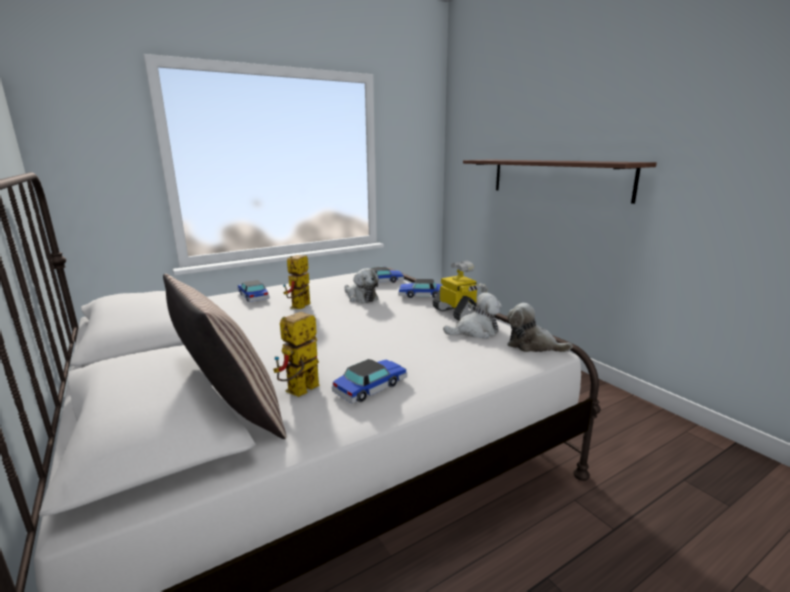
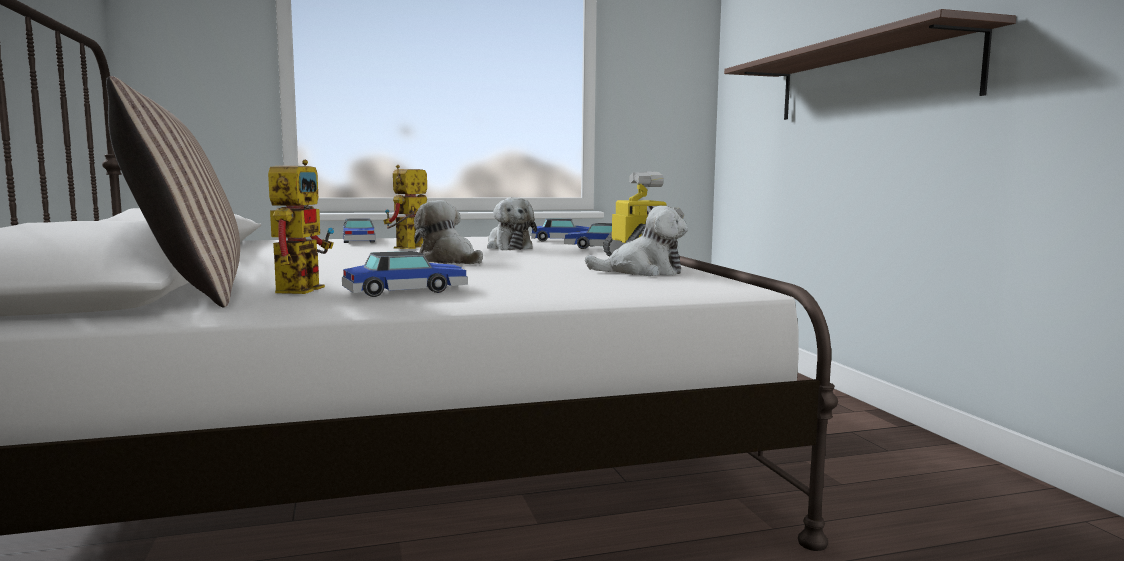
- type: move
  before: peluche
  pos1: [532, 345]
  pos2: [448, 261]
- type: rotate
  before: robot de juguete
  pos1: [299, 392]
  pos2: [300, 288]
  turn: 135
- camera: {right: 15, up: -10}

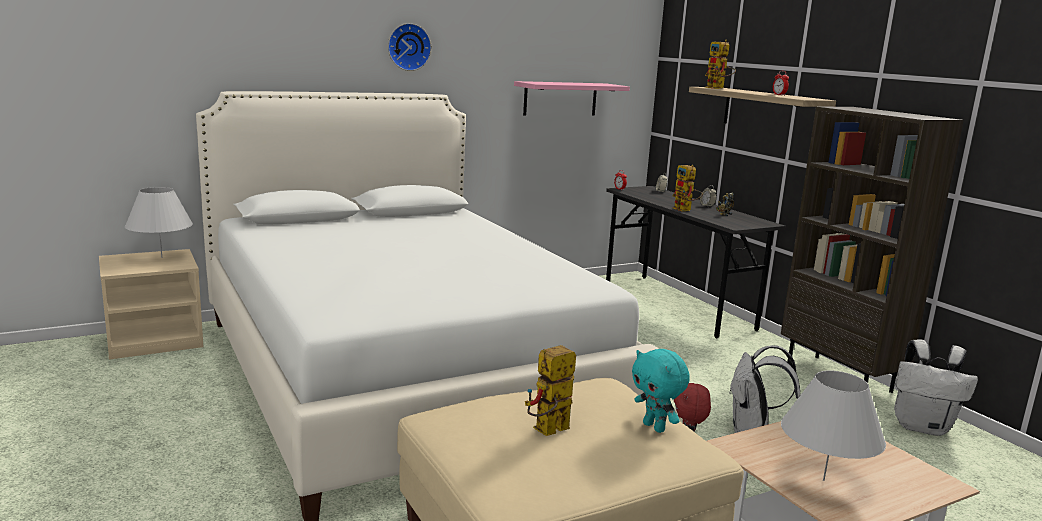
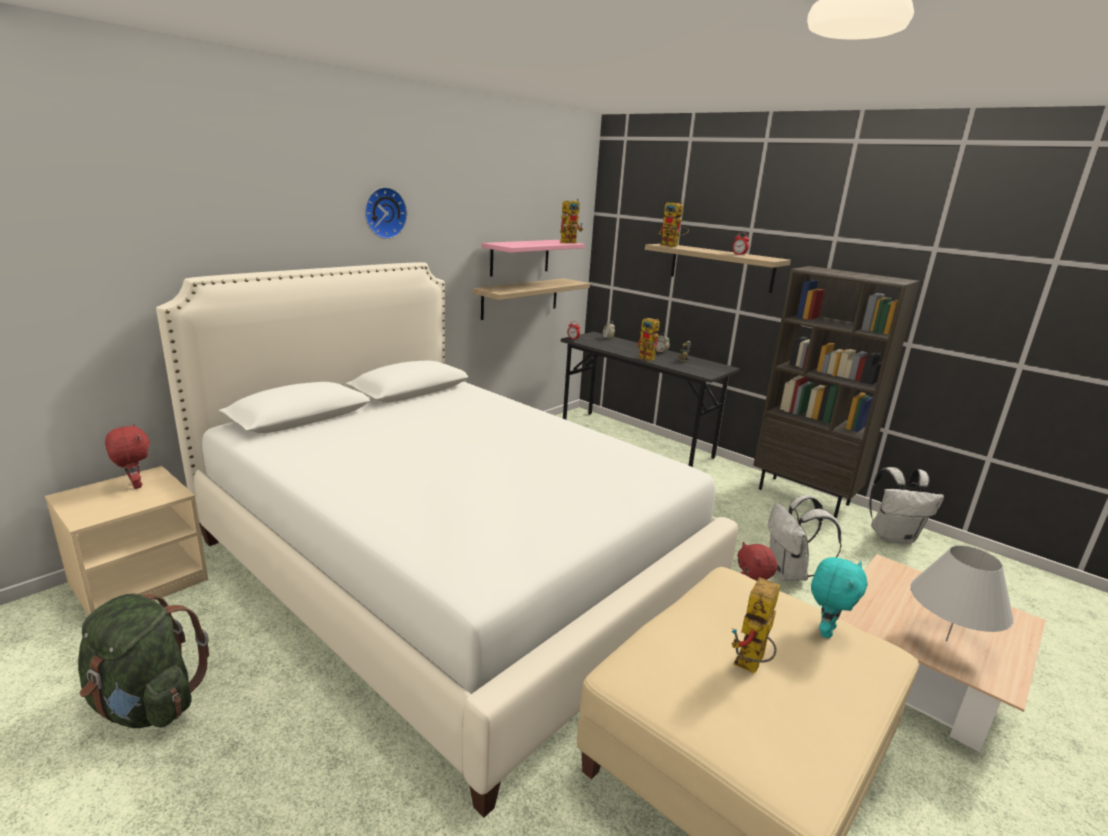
- type: insert
  after: mochila (verde)
  pos2: [147, 705]
- type: insert
  after: estante
  pos2: [520, 298]
- type: insert
  after: robot de juguete
  pos2: [570, 242]
- type: replace
  before: lámpara de mesa (blanco)
  after: peluche (rojo)
  pos1: [161, 257]
  pos2: [135, 485]
- type: rotate
  before: peluche (turquesa)
  pos1: [655, 427]
  pos2: [825, 630]
  turn: -90
- camera: {right: -20, up: 5}

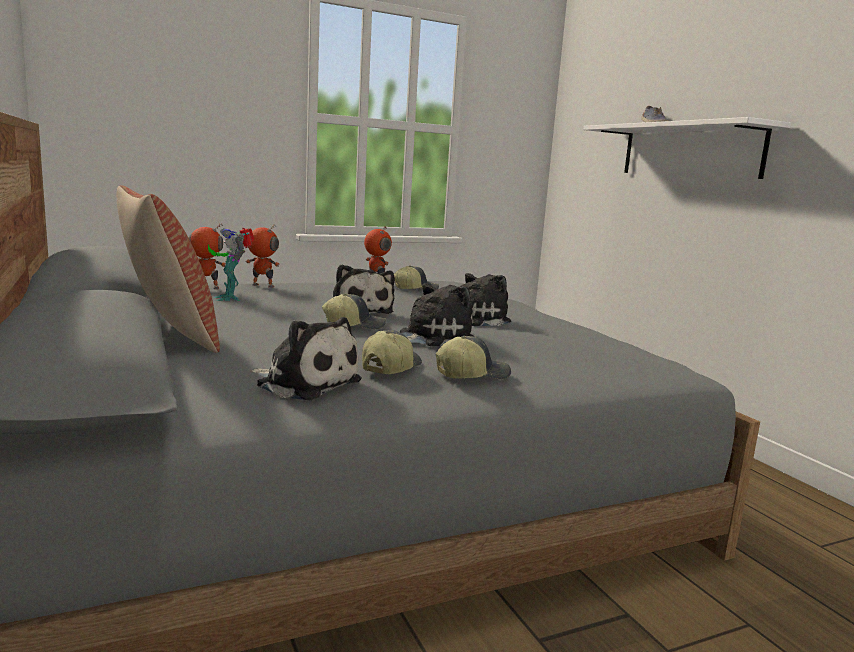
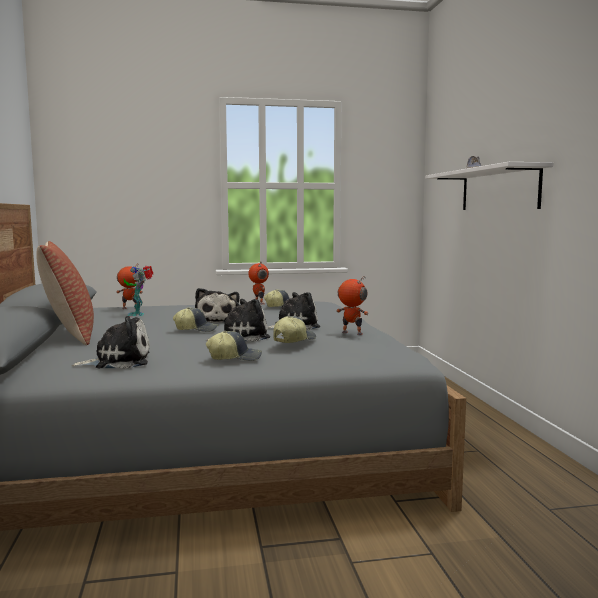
- type: move
  before: robot de juguete
  pos1: [262, 286]
  pos2: [351, 333]
- type: move
  before: gorra
  pos1: [390, 367]
  pos2: [293, 340]
- type: rotate
  before: peluche
  pos1: [305, 383]
  pos2: [118, 361]
  turn: -60
- camera: {right: 15, up: -5}

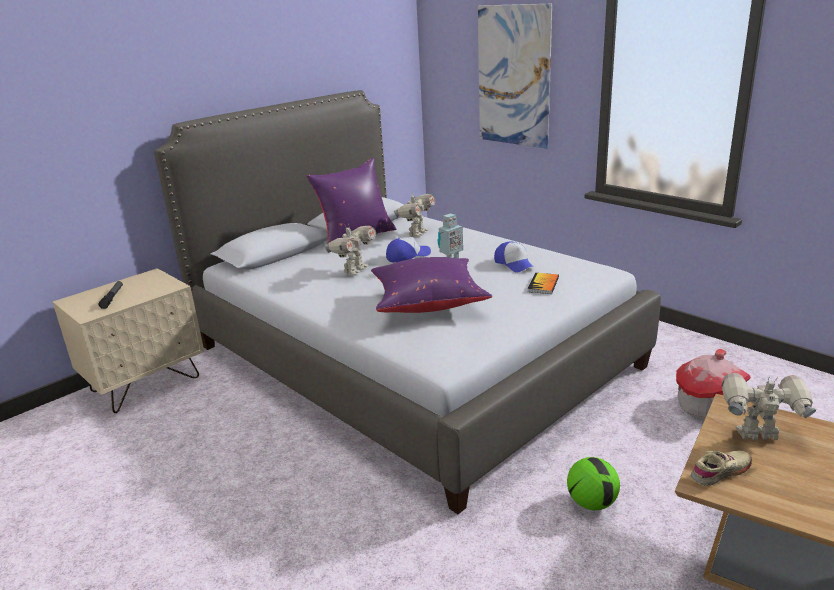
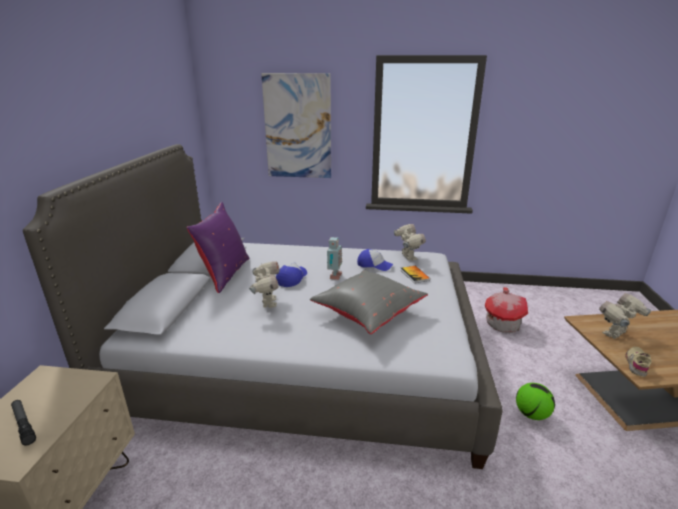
- type: move
  before: robot de juguete
  pos1: [416, 233]
  pos2: [408, 257]
- type: recolor
  before: cojín (morado)
  after: cojín (gris)
  pos1: [427, 303]
  pos2: [367, 313]
- camera: {right: -40, up: 0}

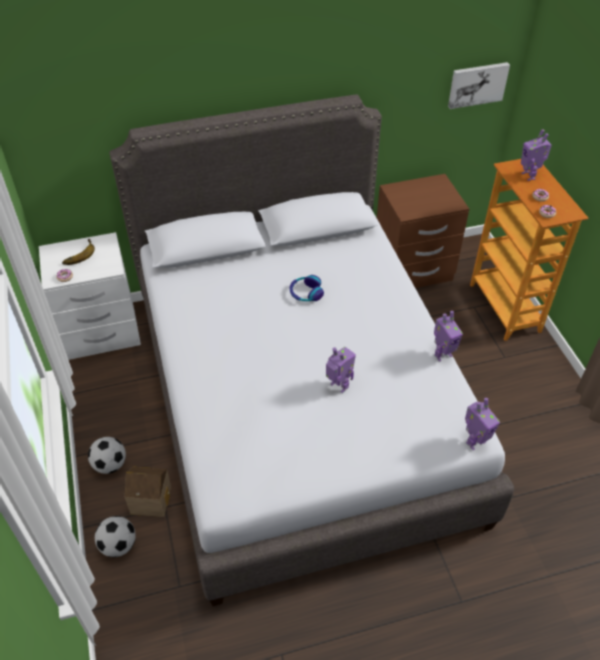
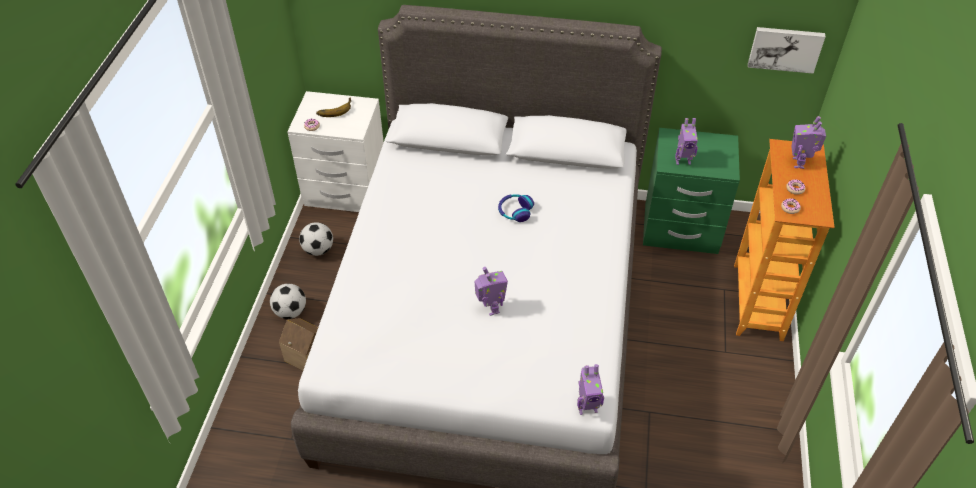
- type: move
  before: balón de fútbol
  pos1: [118, 545]
  pos2: [318, 250]
- type: move
  before: robot de juguete
  pos1: [442, 354]
  pos2: [682, 160]
- type: recolor
  before: mesita de noche (marrón)
  after: mesita de noche (verde)
  pos1: [412, 270]
  pos2: [680, 230]
- camera: {right: 25, up: 0}

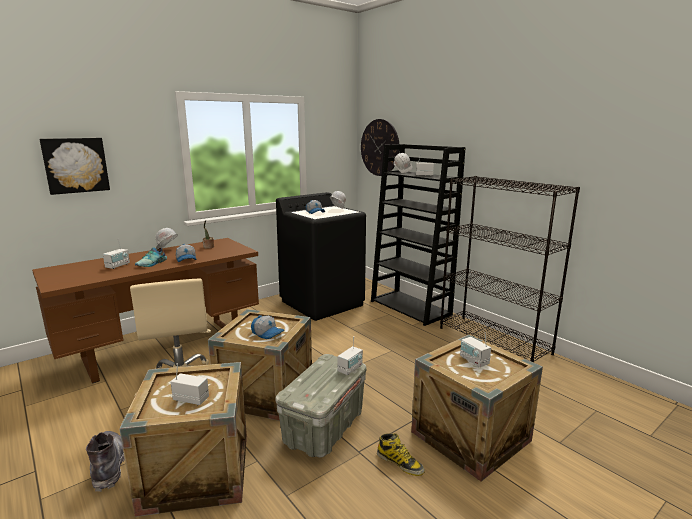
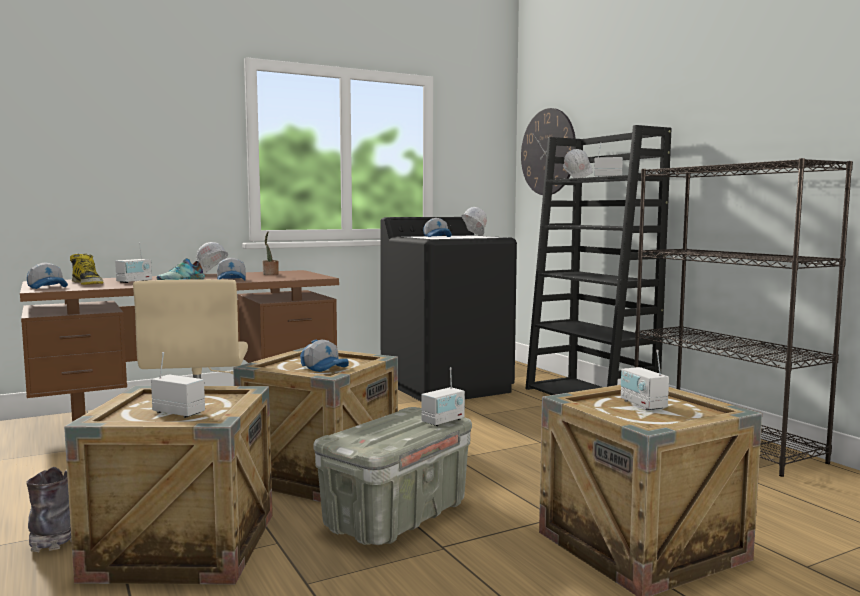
- type: delete
  before: cuadro
  pos1: [75, 165]
- type: insert
  after: gorra
  pos2: [48, 287]
- type: move
  before: bota
  pos1: [400, 463]
  pos2: [87, 283]
- camera: {right: 10, up: -10}

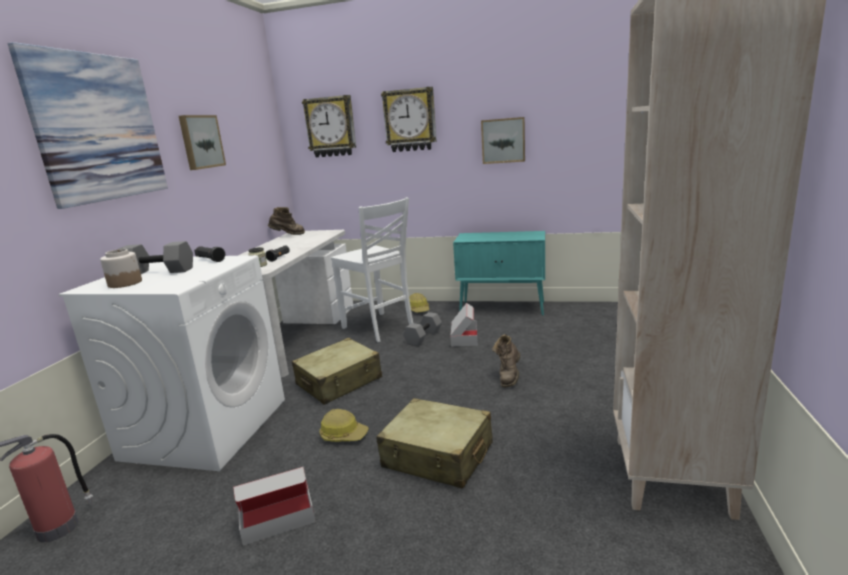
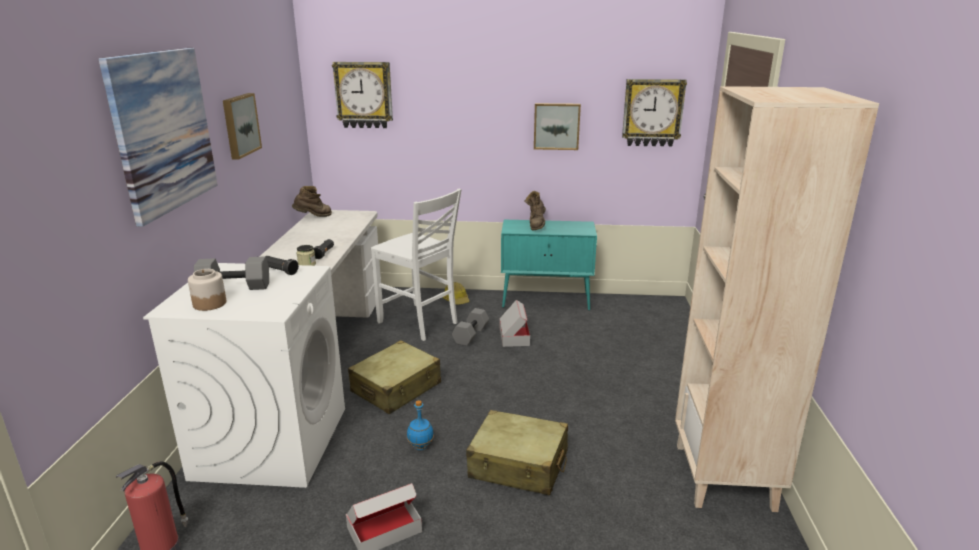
- type: move
  before: reloj de pared
  pos1: [410, 120]
  pos2: [652, 112]
- type: move
  before: bota (marrón)
  pos1: [509, 377]
  pos2: [536, 225]
- type: replace
  before: casco
  after: botella (azul)
  pos1: [343, 435]
  pos2: [420, 446]
- camera: {right: -10, up: 5}

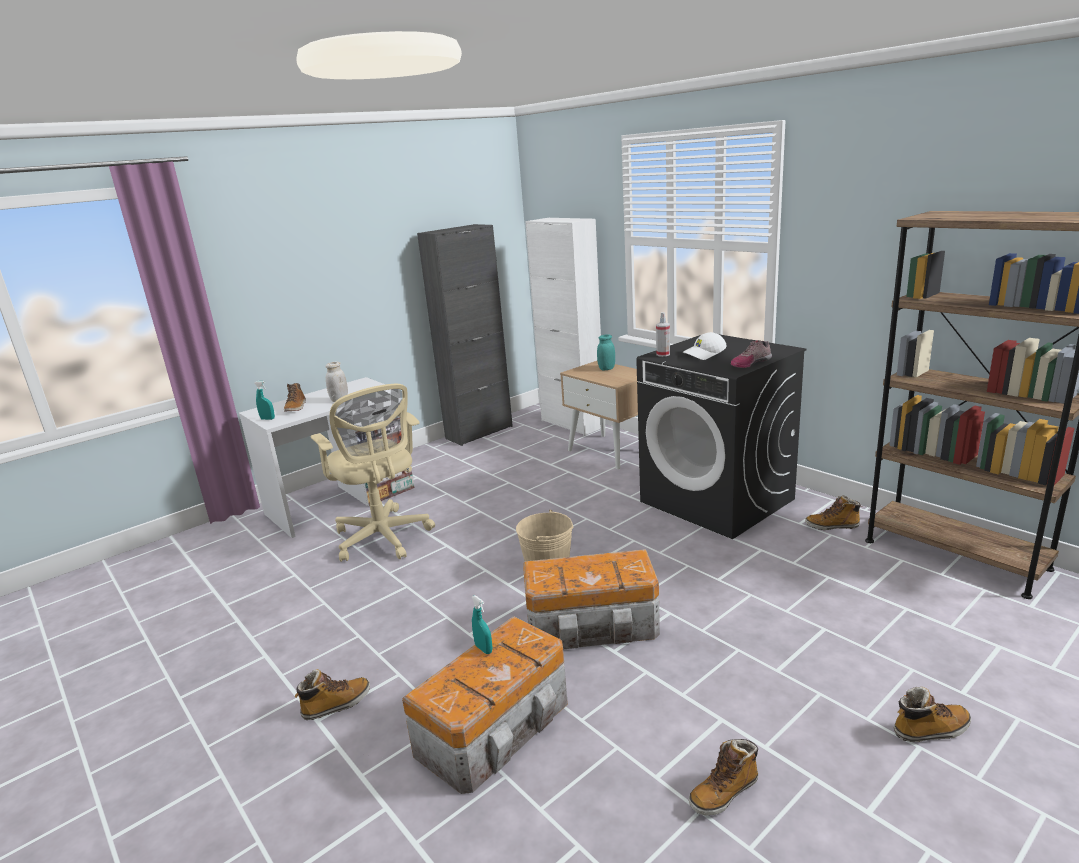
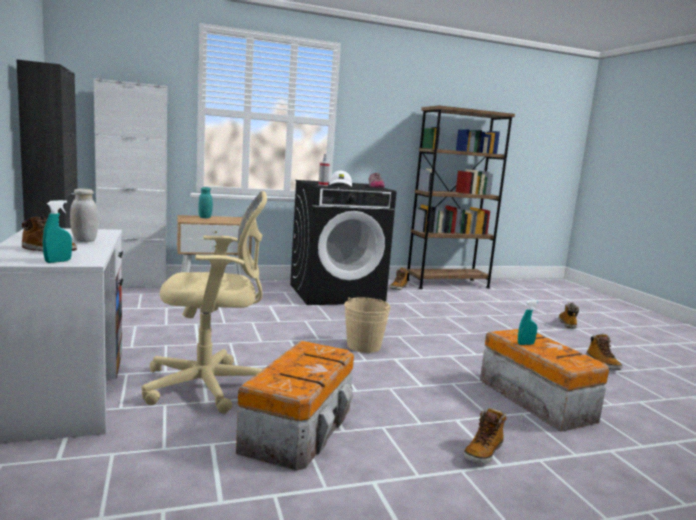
- type: move
  before: caja de almacenaje
  pos1: [593, 625]
  pos2: [300, 428]
- type: rotate
  before: bota
  pos1: [336, 705]
  pos2: [483, 452]
  turn: -135
- camera: {right: -70, up: -10}

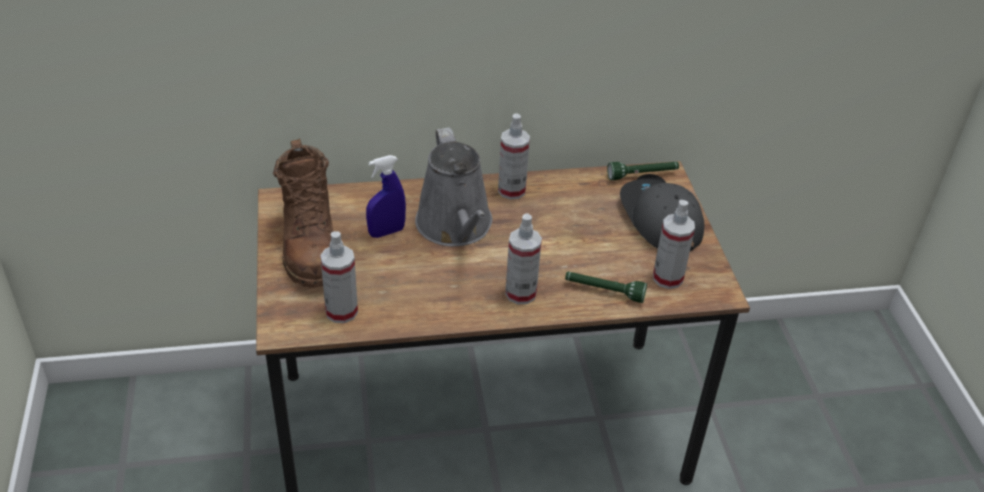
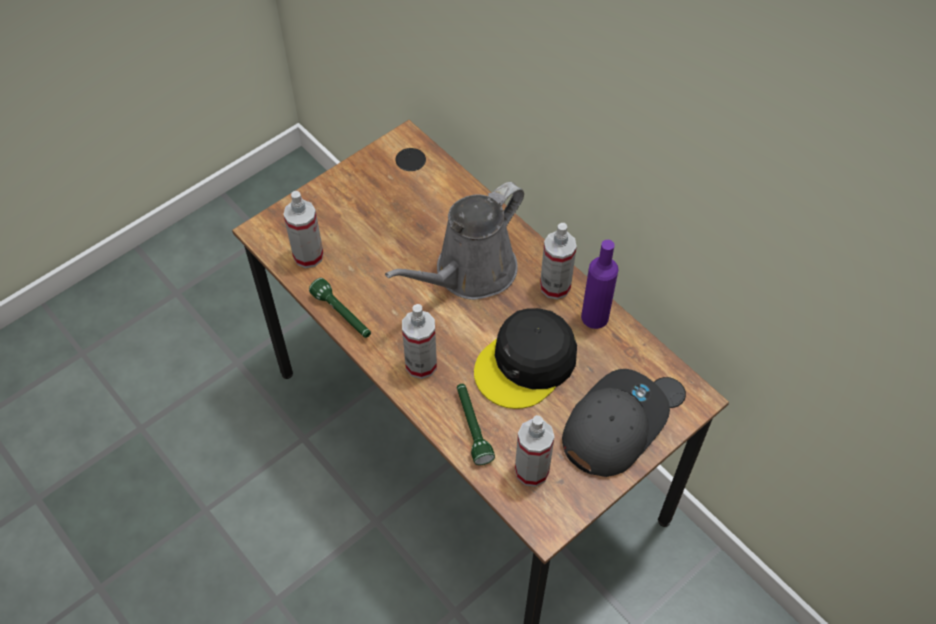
- type: delete
  before: bota (marrón)
  pos1: [309, 245]
- type: delete
  before: pulverizador (azul)
  pos1: [386, 232]
- type: insert
  after: gorra (negro)
  pos2: [526, 364]
- type: insert
  after: botella (morado)
  pos2: [595, 317]
- type: move
  before: linterna (verde)
  pos1: [642, 175]
  pos2: [342, 315]
- camera: {right: 60, up: 15}

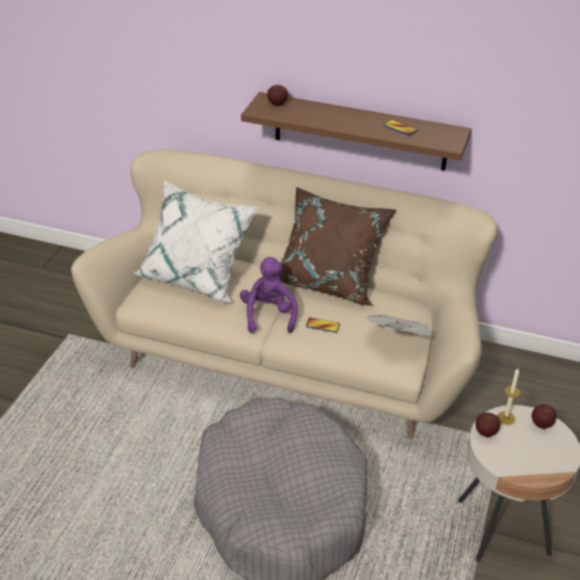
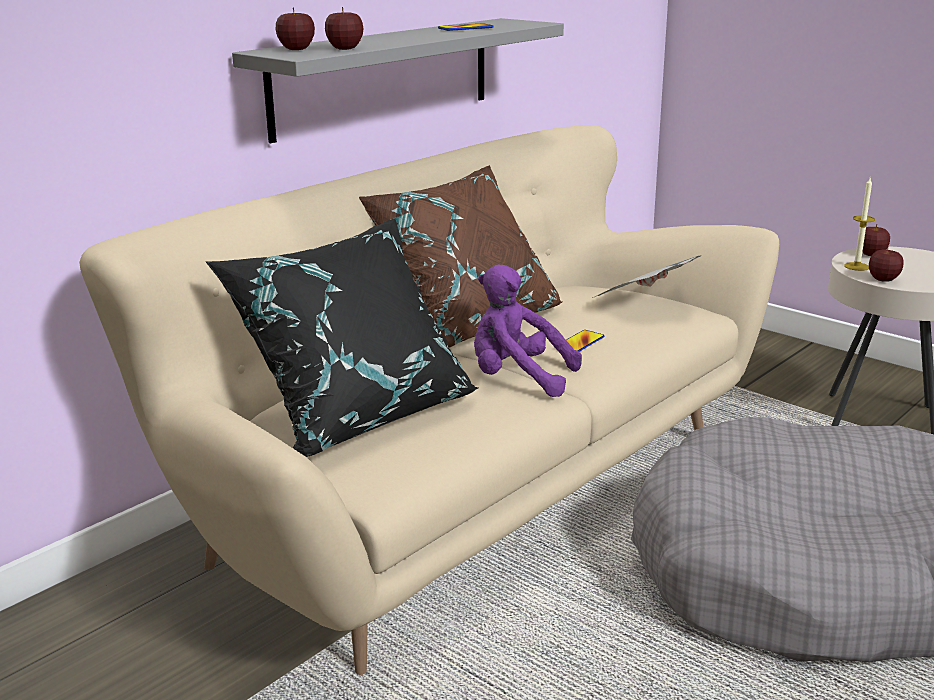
- type: insert
  after: manzana
  pos2: [345, 48]
- type: recolor
  before: cojín (blanco)
  after: cojín (negro)
  pos1: [196, 277]
  pos2: [356, 414]
- type: recolor
  before: estante (marrón)
  after: estante (gris)
  pos1: [360, 132]
  pos2: [384, 76]
- camera: {right: -65, up: -15}

